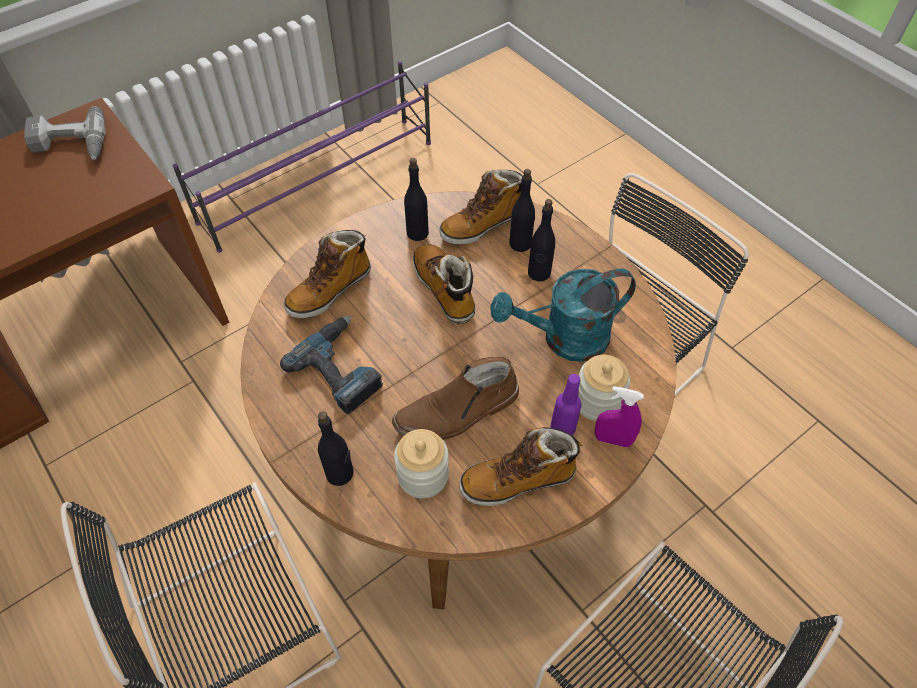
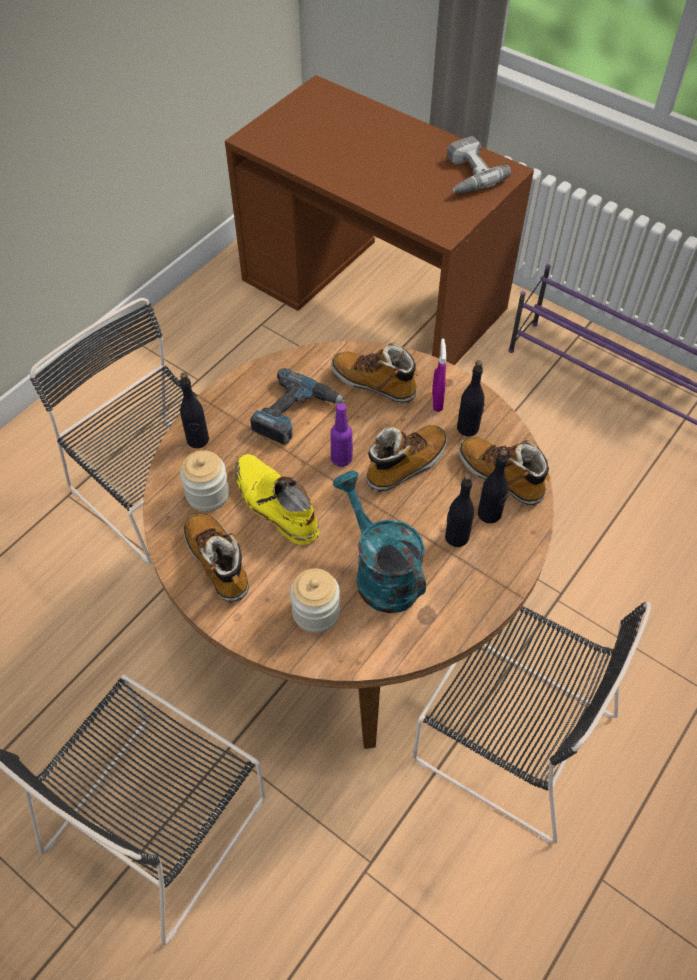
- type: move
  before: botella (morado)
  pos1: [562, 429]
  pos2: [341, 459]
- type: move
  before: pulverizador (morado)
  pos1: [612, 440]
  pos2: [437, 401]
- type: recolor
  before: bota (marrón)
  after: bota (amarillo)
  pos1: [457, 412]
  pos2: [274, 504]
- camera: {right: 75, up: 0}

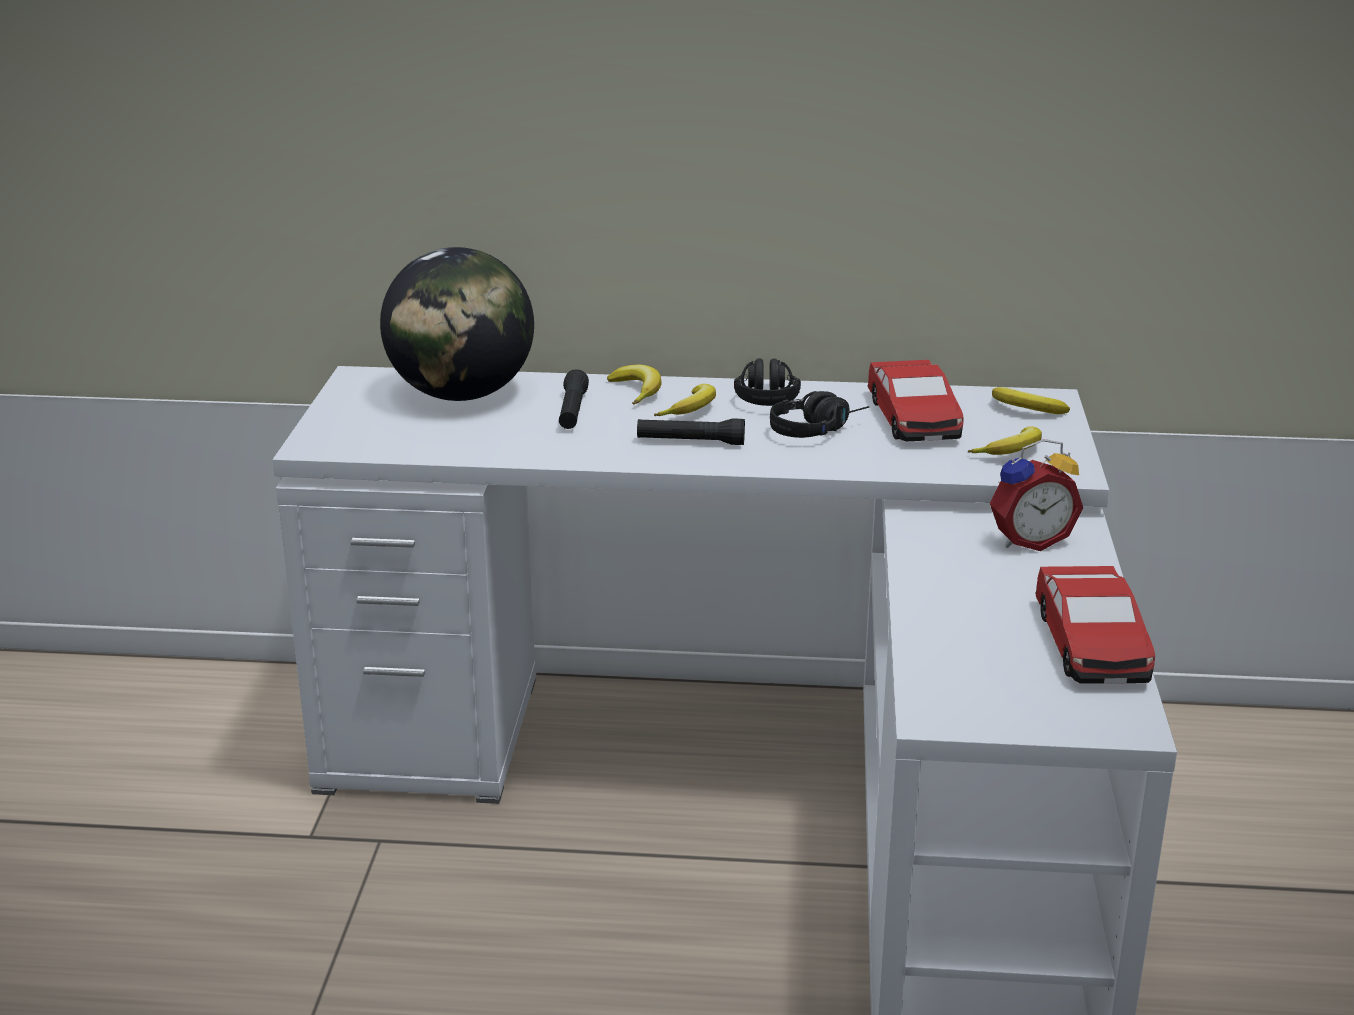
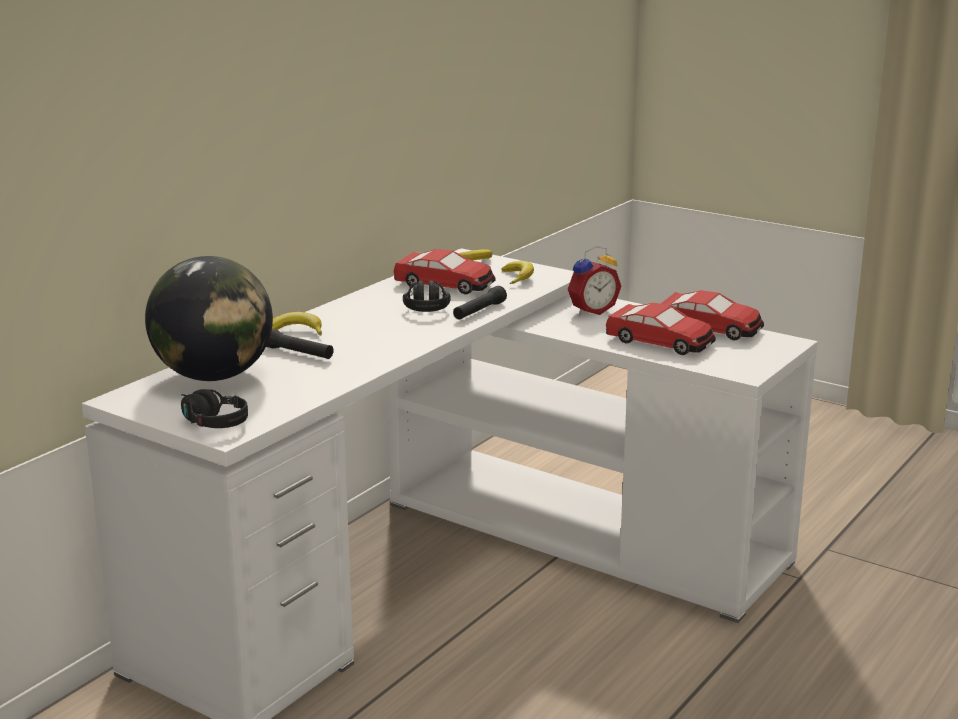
- type: delete
  before: plátano
  pos1: [691, 409]
- type: insert
  after: coche de juguete
  pos2: [660, 342]
- type: move
  before: linterna (negro)
  pos1: [690, 442]
  pos2: [479, 311]
- type: move
  before: auriculares (negro)
  pos1: [766, 395]
  pos2: [207, 421]
- type: rotate
  before: despertador
  pos1: [1029, 540]
  pos2: [591, 311]
  turn: 45
- camera: {right: -60, up: -5}

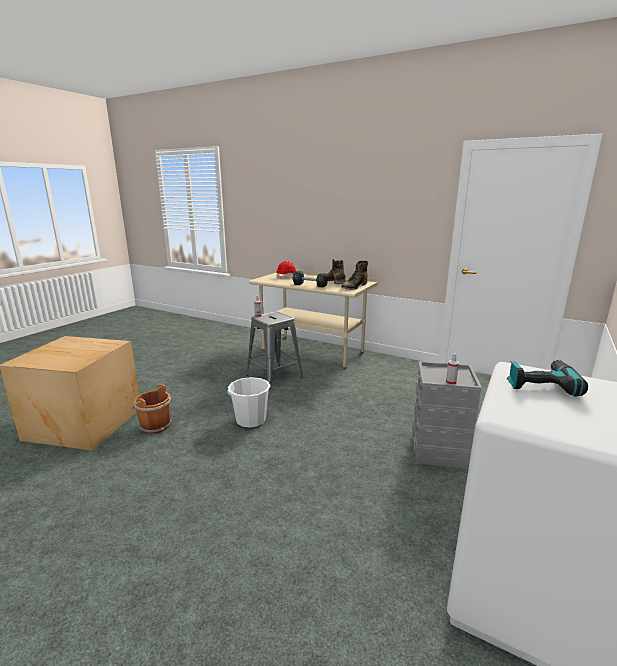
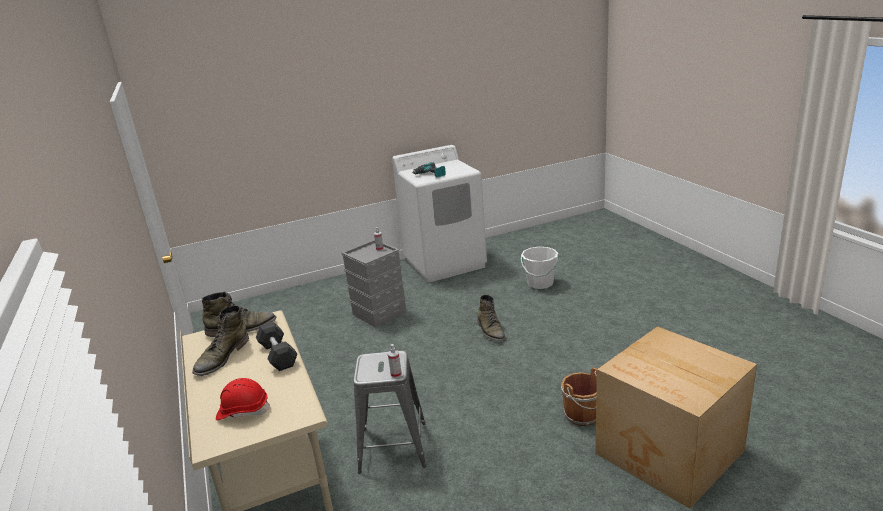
- type: insert
  after: bota (verde)
  pos2: [491, 331]
- type: move
  before: cubo (blanco)
  pos1: [251, 420]
  pos2: [540, 283]
- camera: {right: -140, up: 5}

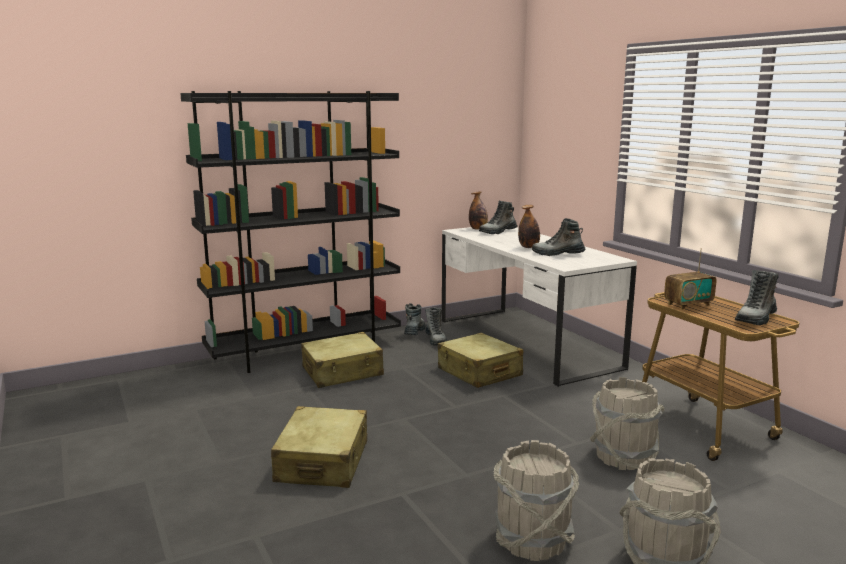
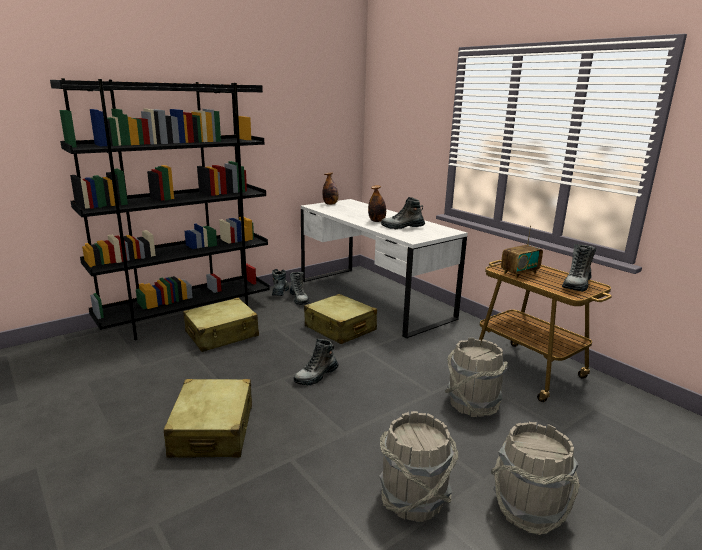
- type: move
  before: bota
  pos1: [498, 232]
  pos2: [316, 376]
- camera: {right: -10, up: 5}

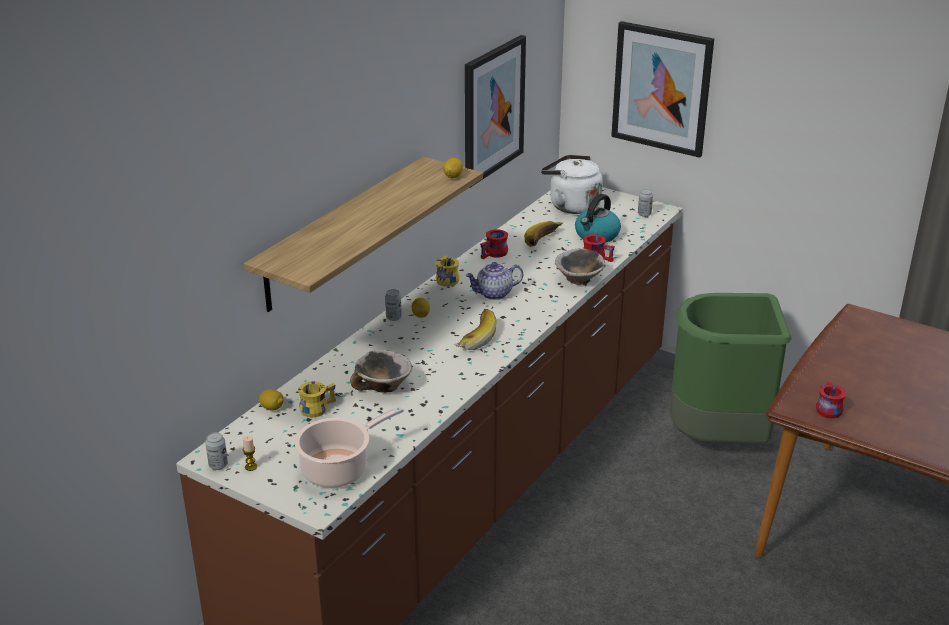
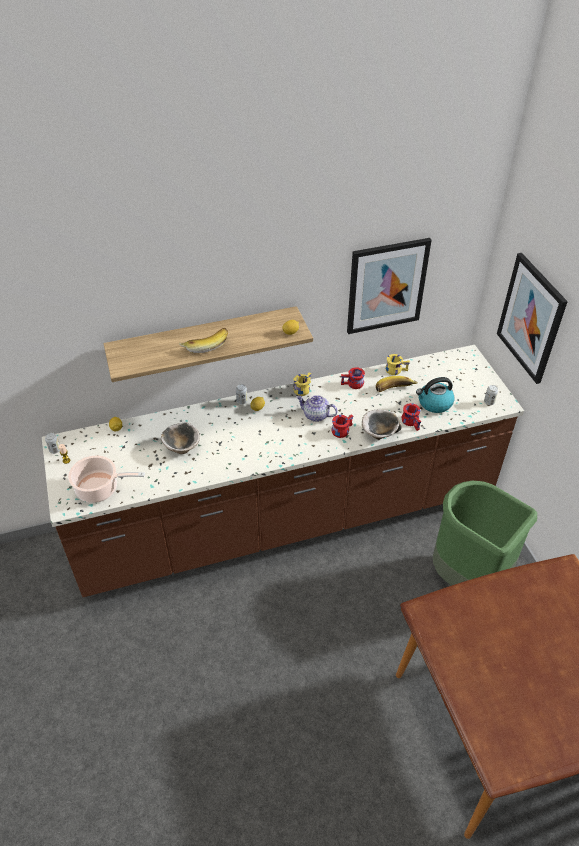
- type: delete
  before: hervidor (blanco)
  pos1: [571, 205]
- type: move
  before: taza grande (amarillo)
  pos1: [316, 407]
  pos2: [395, 369]
- type: move
  before: plátano
  pos1: [473, 338]
  pos2: [205, 344]
- type: move
  before: taza grande (rojo)
  pos1: [826, 408]
  pos2: [341, 429]
- camera: {right: 40, up: 15}

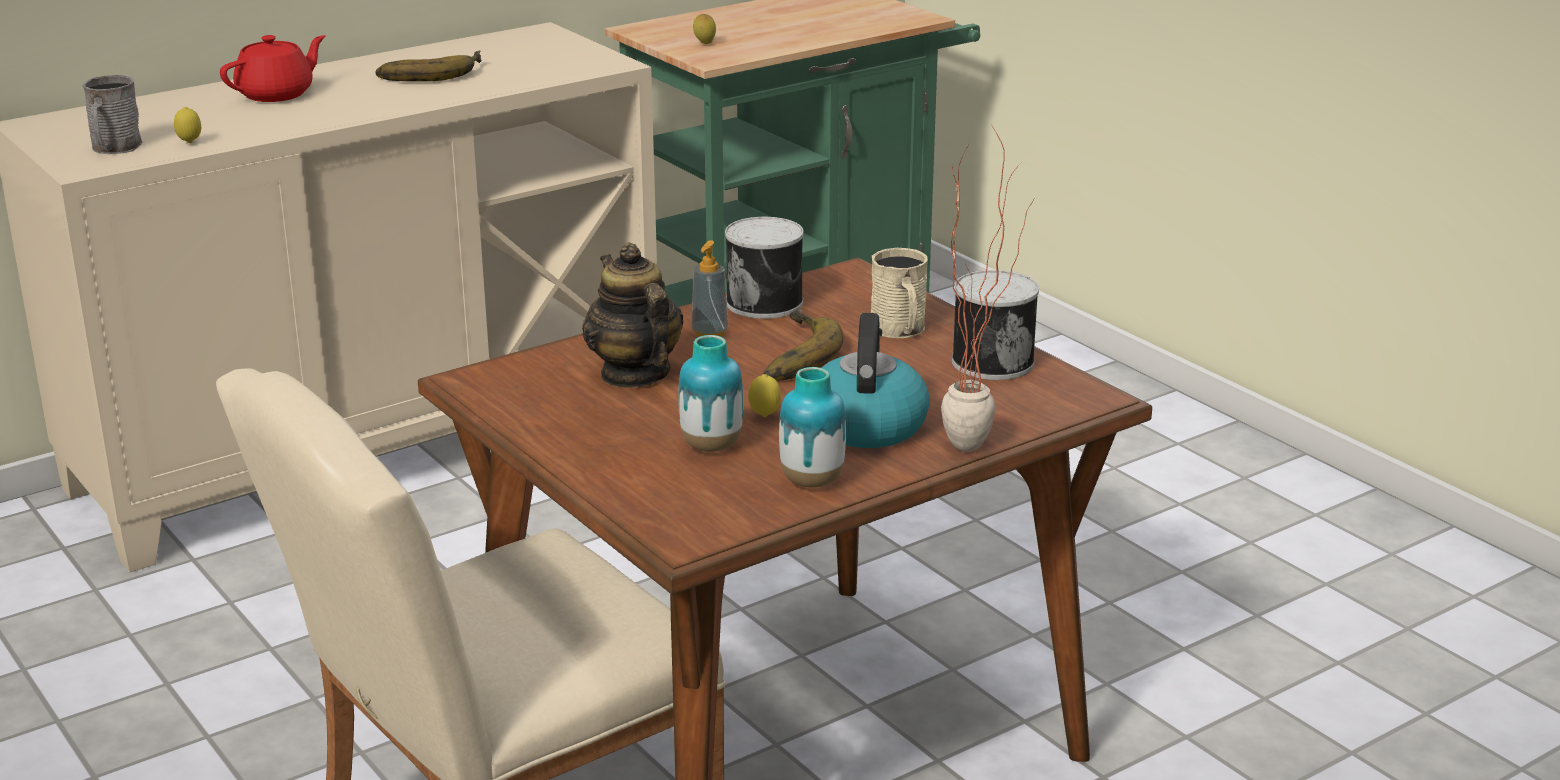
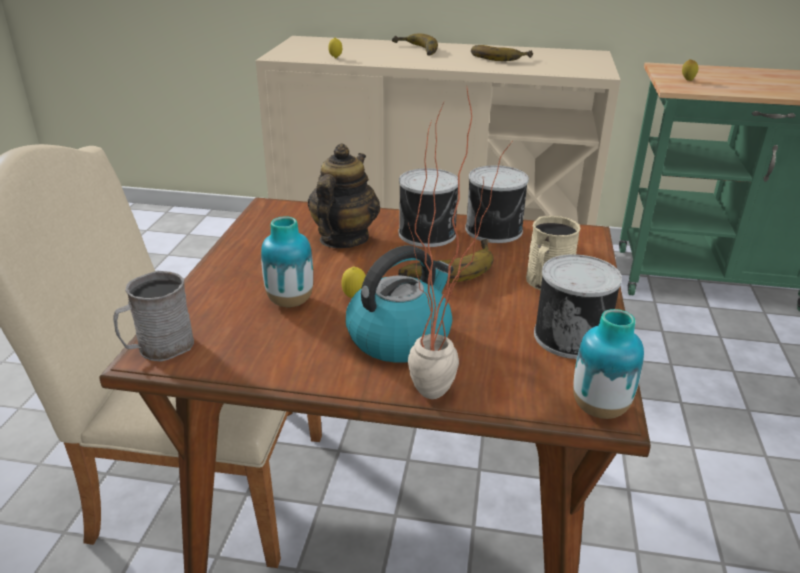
- type: move
  before: taza grande (gris)
  pos1: [114, 148]
  pos2: [158, 348]
- type: move
  before: florero
  pos1: [812, 481]
  pos2: [599, 408]
- type: replace
  before: tetera (rojo)
  after: plátano
  pos1: [277, 94]
  pos2: [414, 50]
- type: replace
  before: dispensador de jabón
  after: lata
  pos1: [710, 333]
  pos2: [428, 234]
- camera: {right: 45, up: 5}

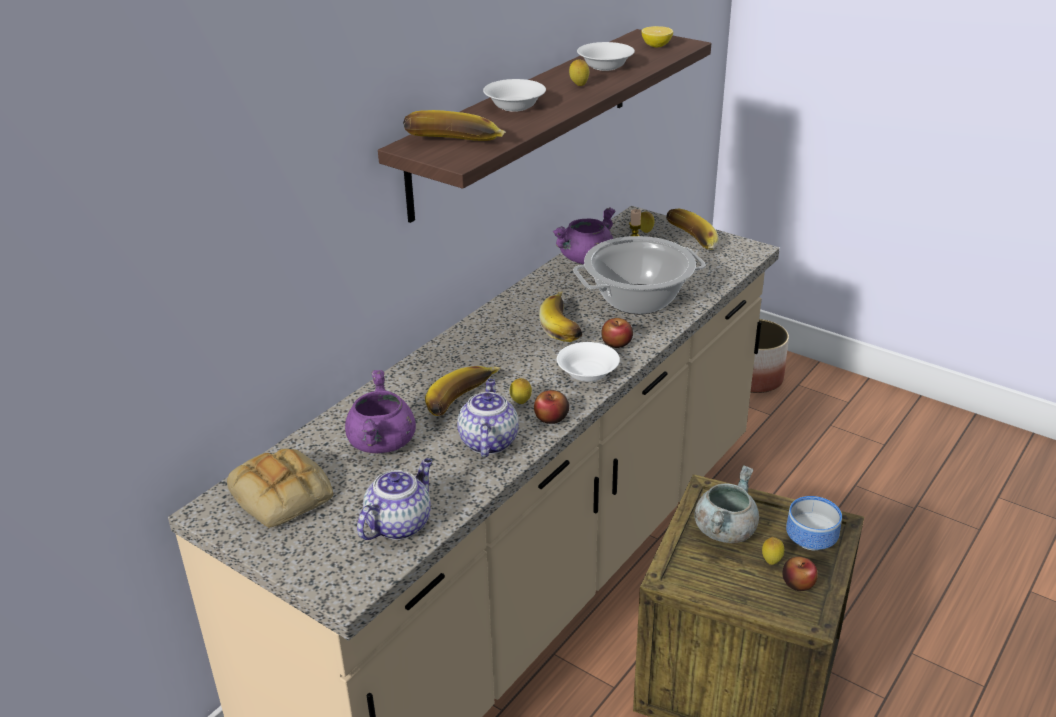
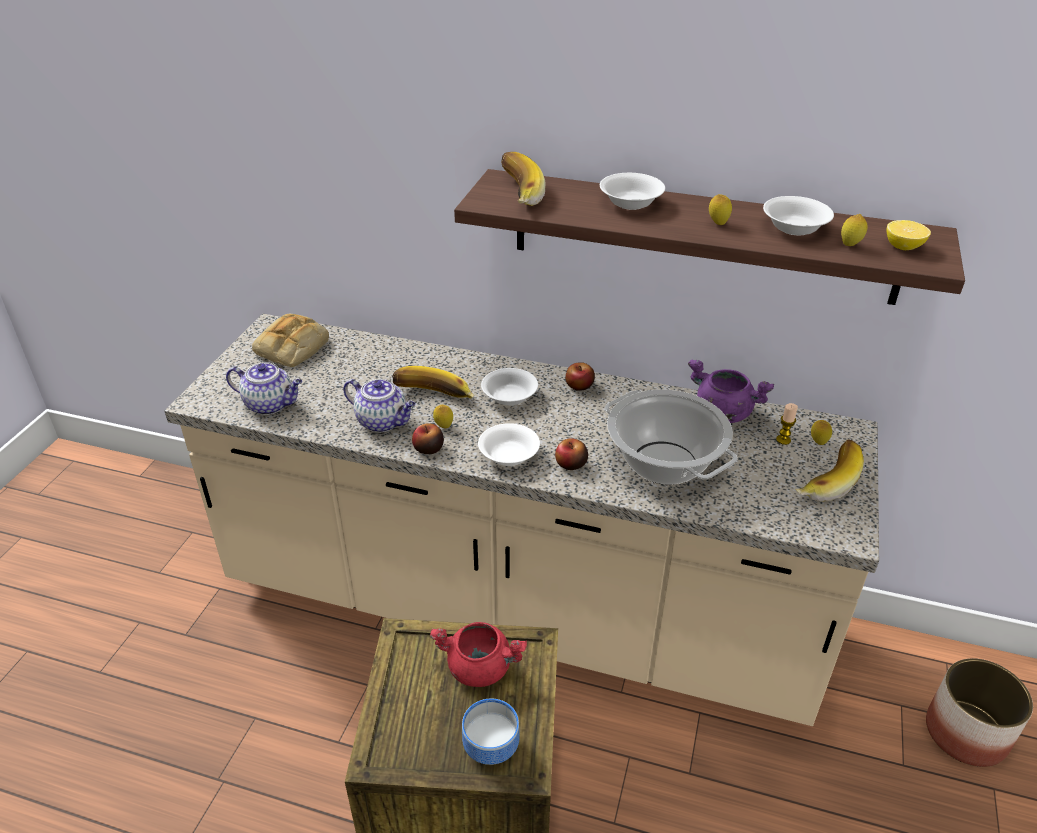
- type: delete
  before: olla (morado)
  pos1: [382, 443]
- type: delete
  before: plátano
  pos1: [566, 327]
- type: insert
  after: cuenco (blanco)
  pos2: [509, 397]
- type: move
  before: limón
  pos1: [771, 561]
  pos2: [850, 245]
- type: move
  before: manzana
  pos1: [798, 583]
  pos2: [579, 386]
- type: recolor
  before: olla (gris)
  after: olla (rojo)
  pos1: [724, 530]
  pos2: [480, 668]
- type: rotate
  before: tetera
  pos1: [488, 441]
  pos2: [383, 422]
  turn: 45
- camera: {right: 70, up: 5}

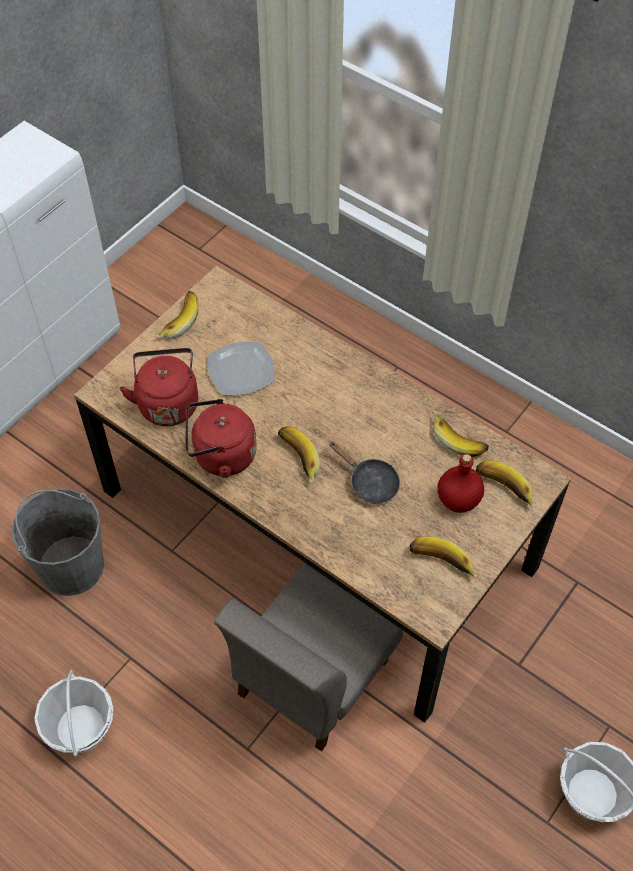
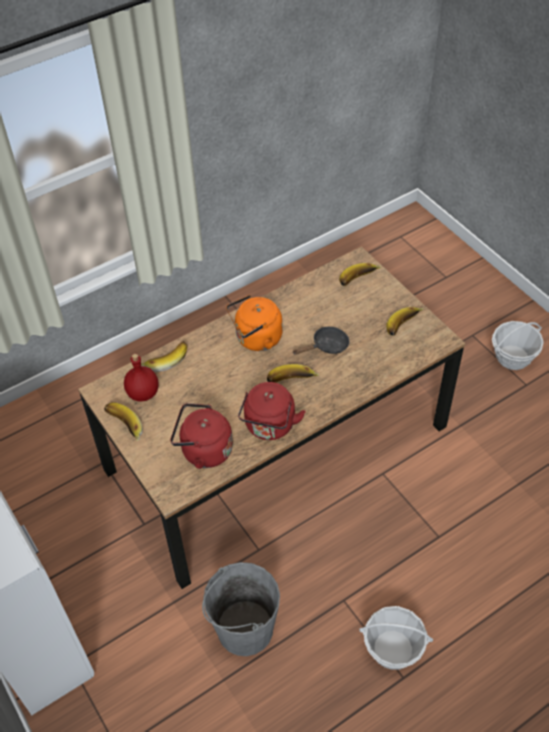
- type: delete
  before: plato
  pos1: [241, 369]
- type: delete
  before: silla (gris)
  pos1: [311, 678]
- type: insert
  after: hervidor (naranja)
  pos2: [256, 339]
- type: move
  before: plátano
  pos1: [459, 439]
  pos2: [165, 360]
- type: move
  before: botella (rojo)
  pos1: [457, 500]
  pos2: [143, 394]
- camera: {right: -70, up: -5}

